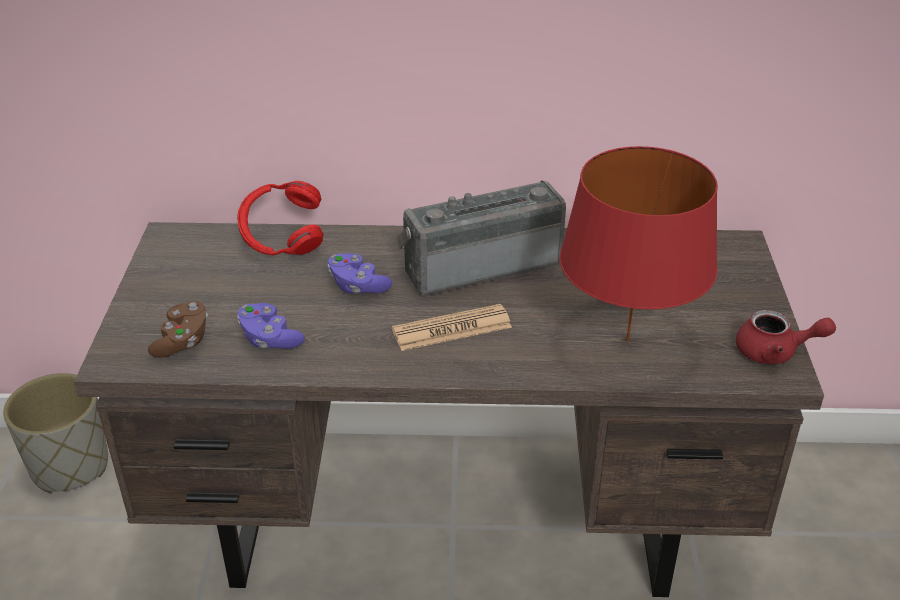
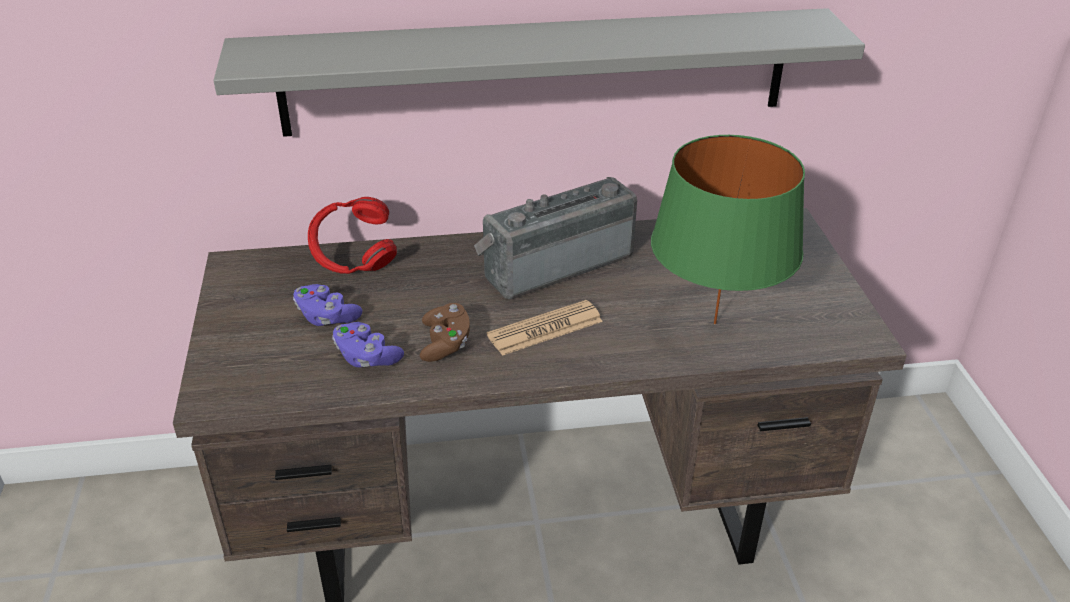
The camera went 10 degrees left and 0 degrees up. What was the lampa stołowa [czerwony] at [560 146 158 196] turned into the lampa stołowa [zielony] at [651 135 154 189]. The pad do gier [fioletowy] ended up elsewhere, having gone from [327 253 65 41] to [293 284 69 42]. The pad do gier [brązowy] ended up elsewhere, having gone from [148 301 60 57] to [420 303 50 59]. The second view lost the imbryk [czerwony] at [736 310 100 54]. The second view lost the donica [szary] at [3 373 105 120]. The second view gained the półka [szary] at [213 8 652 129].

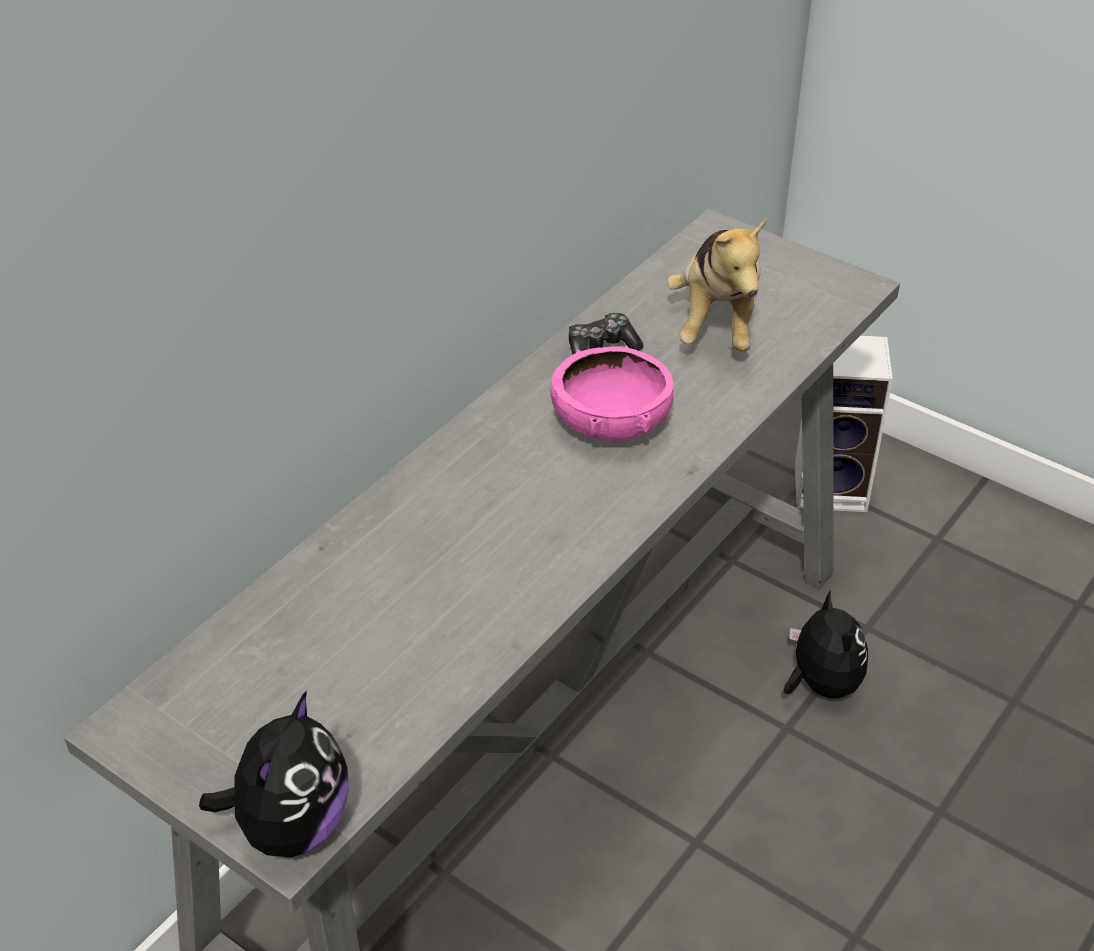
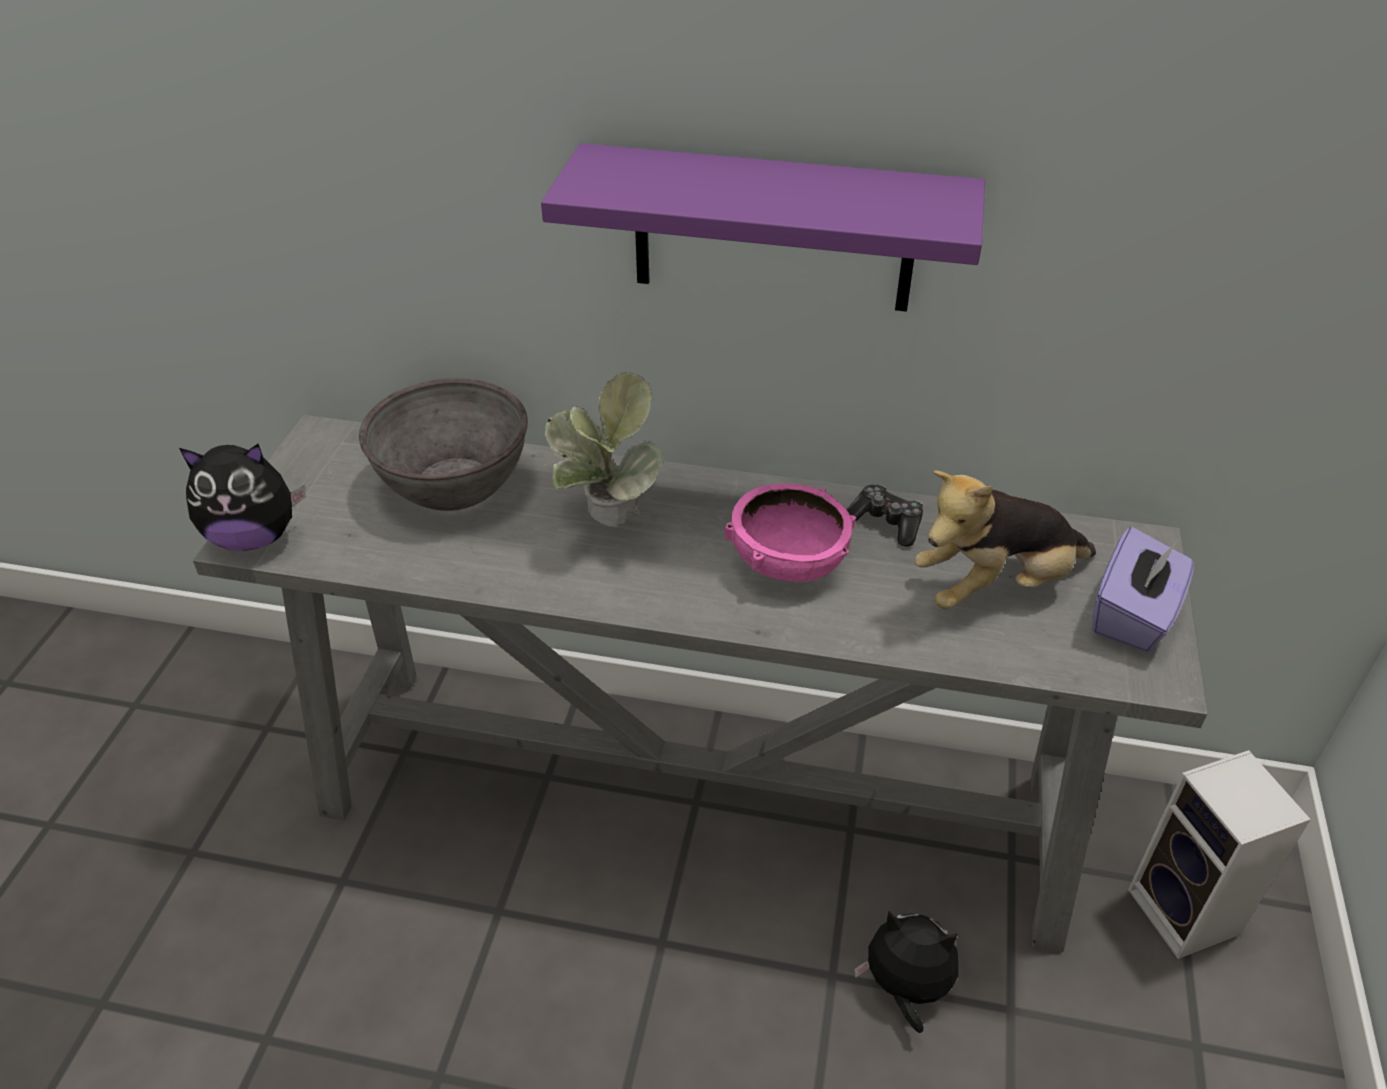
The camera went 65 degrees right and 0 degrees up. The pluszak at [784 589 84 109] ended up facing another way, 120 degrees counterclockwise from before. The second view gained the półka [fioletowy] at [541 143 444 169]. The second view gained the roślina doniczkowa at [545 372 118 155]. The second view gained the miska [szary] at [359 378 169 133]. The second view gained the pudełko chusteczek [fioletowy] at [1092 527 102 125].

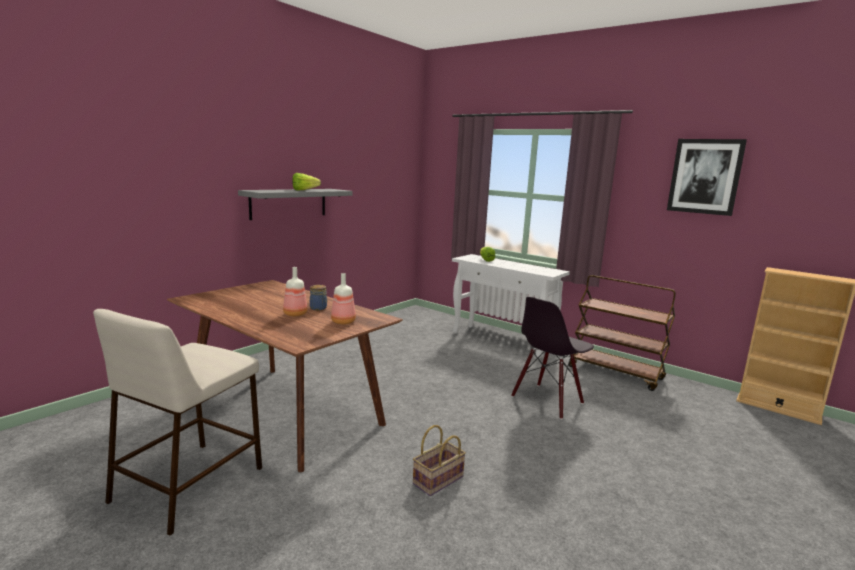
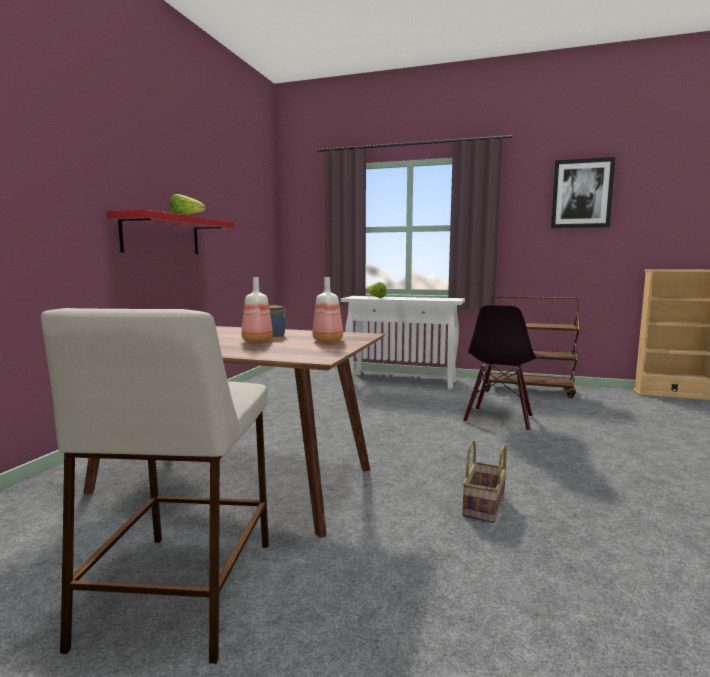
The camera went 20 degrees left and 5 degrees down. What was the półka [szary] at [238 189 115 31] turned into the półka [czerwony] at [106 209 128 45].

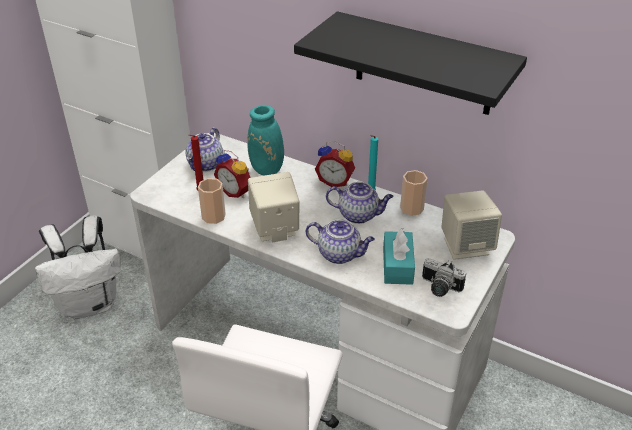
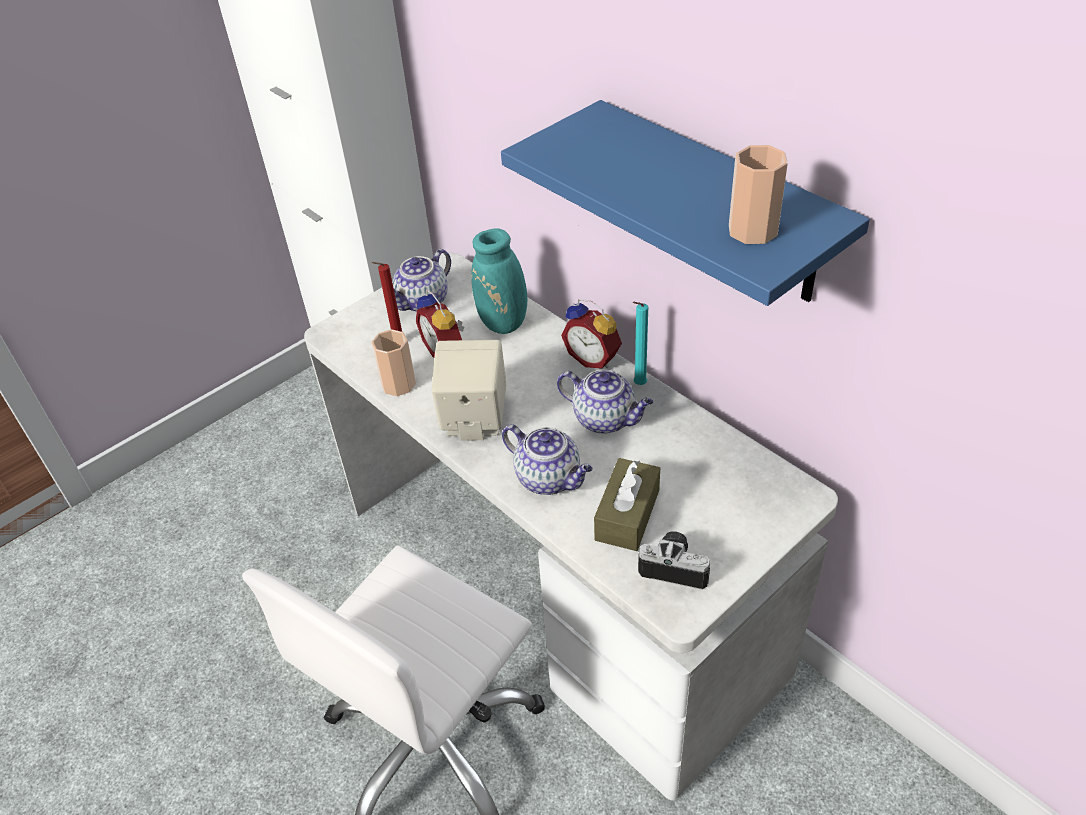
The camera went 20 degrees right and 5 degrees up. What was the półka [czarny] at [294 11 233 104] turned into the półka [niebieski] at [501 100 369 206]. The filiżanka ended up elsewhere, having gone from [400 170 28 46] to [729 145 59 99]. The second view lost the głośnik [beżowy] at [442 190 60 70]. The second view lost the plecak [biały] at [35 216 86 103]. What was the pudełko chusteczek [turkusowy] at [383 228 32 57] turned into the pudełko chusteczek [brązowy] at [594 458 66 93]. The aparat fotograficzny at [422 258 44 39] ended up facing another way, 150 degrees clockwise from before.

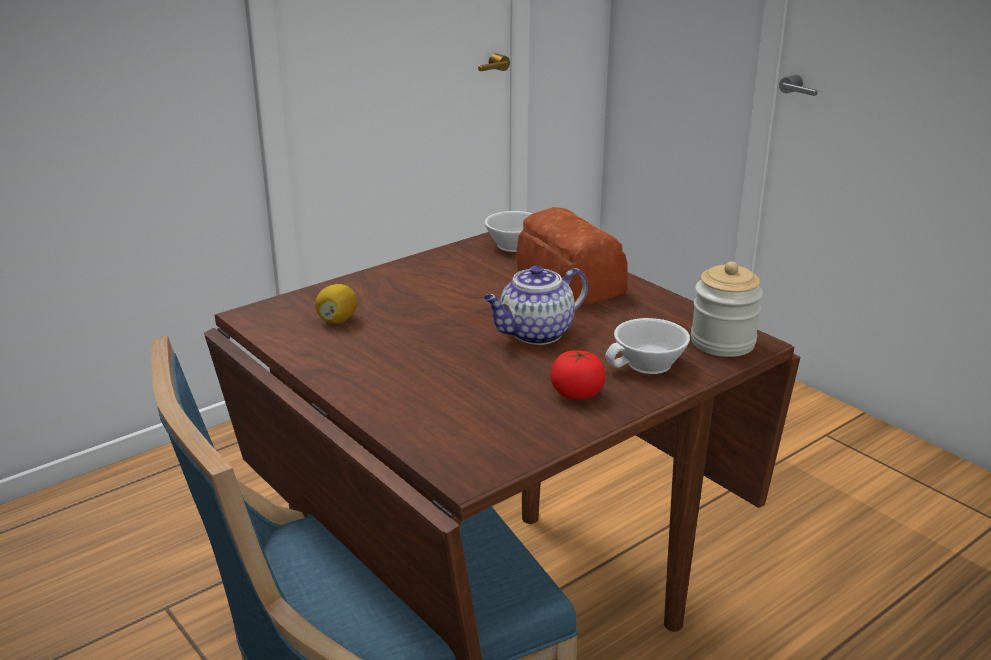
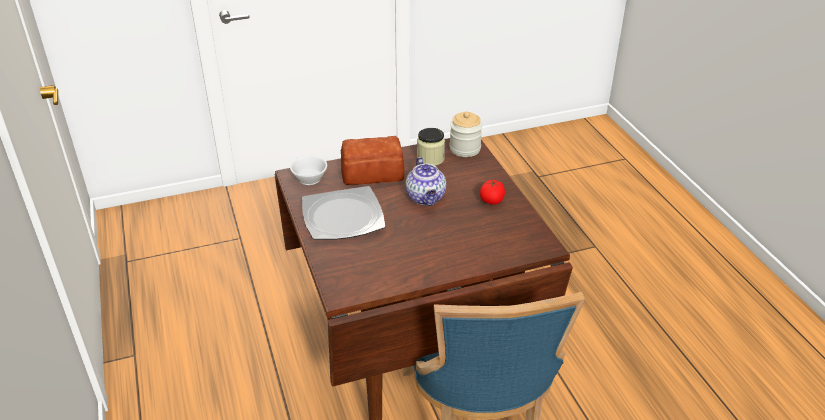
The camera went 70 degrees left and 10 degrees up. The second view lost the cytryna at [315 284 43 40]. The second view lost the filiżanka [biały] at [605 318 85 56]. The second view gained the słoik at [417 128 28 38]. The second view gained the talerz at [302 186 83 54].

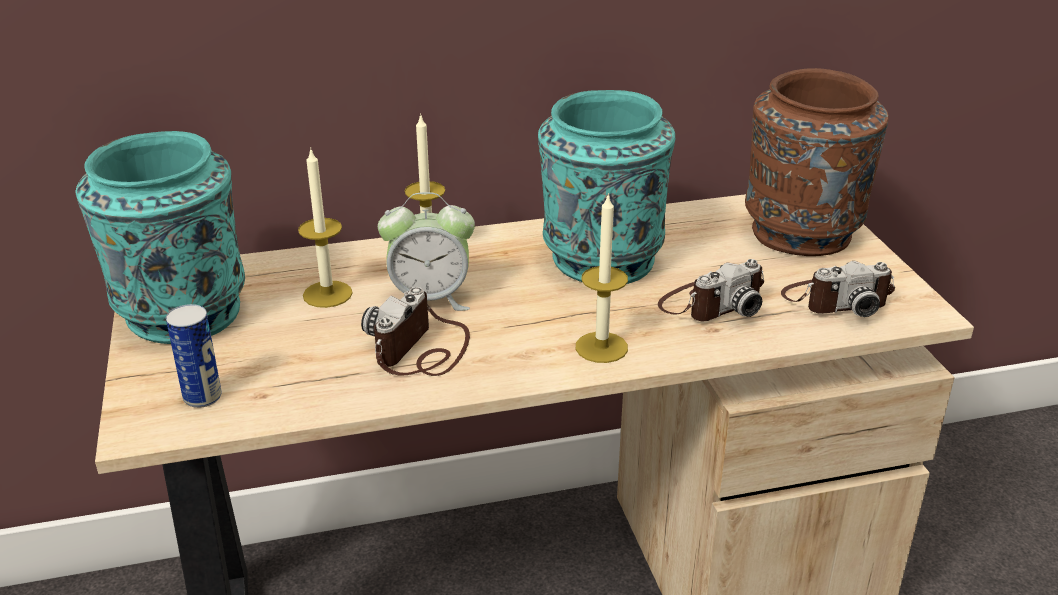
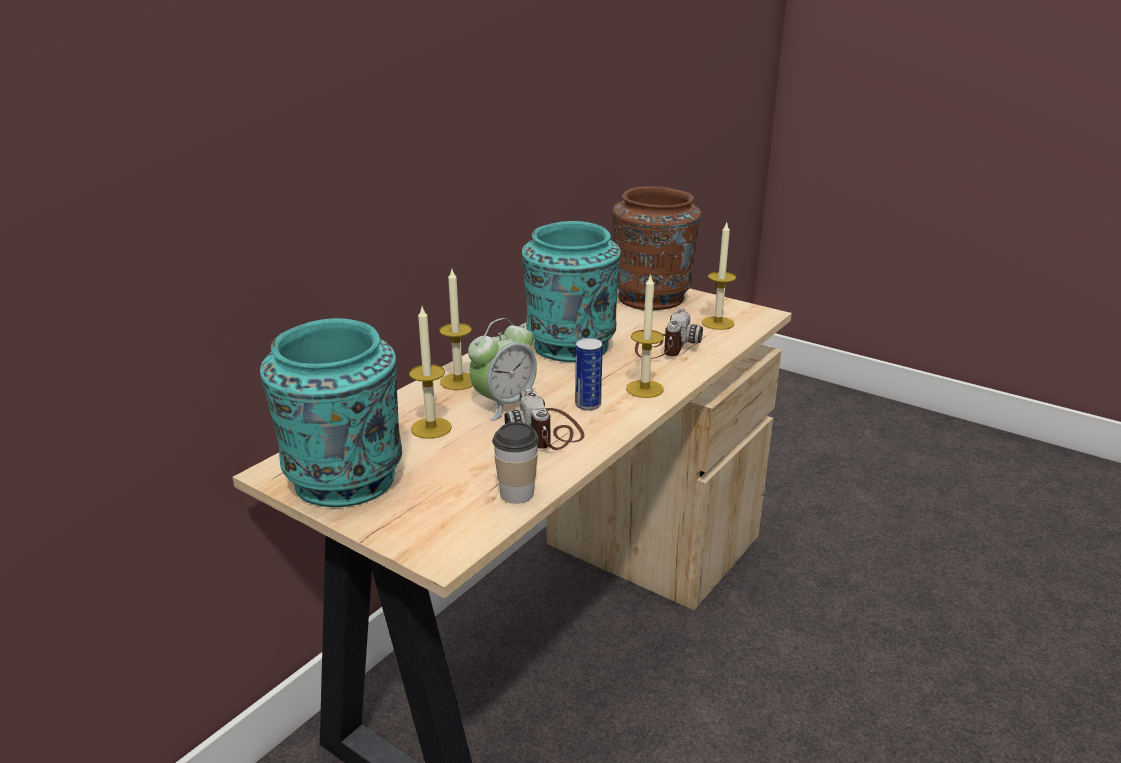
The camera went 40 degrees left and 5 degrees down. Where the aparat fotograficzny stood at [781 261 114 56], the świeca came to stand at [702 223 34 107]. The puszka ended up elsewhere, having gone from [166 304 56 104] to [575 338 28 73]. The second view gained the filiżanka at [492 422 47 82].

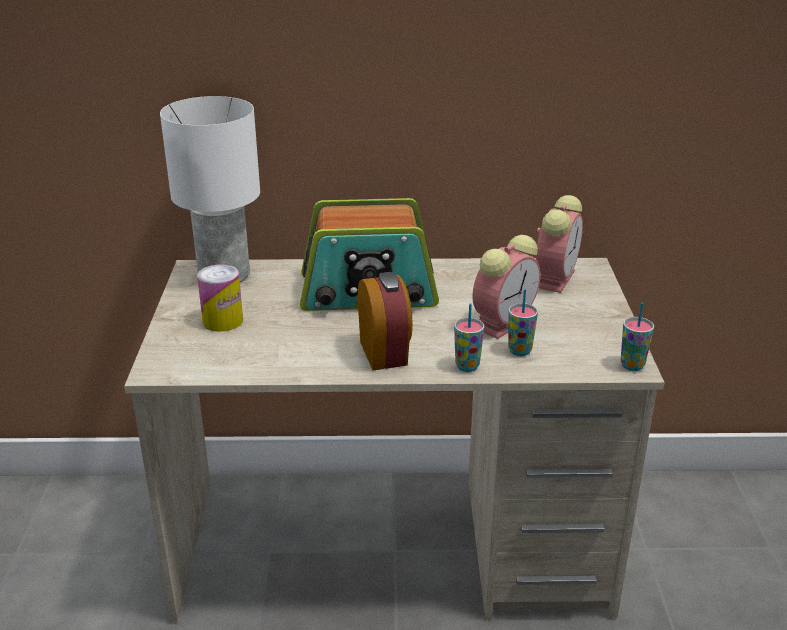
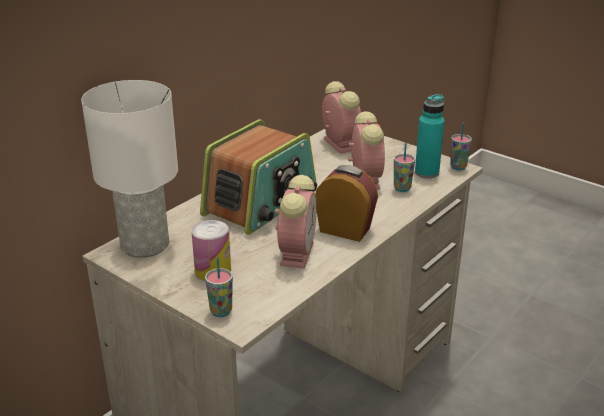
The camera went 50 degrees left and 0 degrees up. The filiżanka ended up elsewhere, having gone from [454 303 30 69] to [205 257 28 60]. The second view gained the butelka [turkusowy] at [415 94 30 84]. The second view gained the budzik at [275 175 42 94].

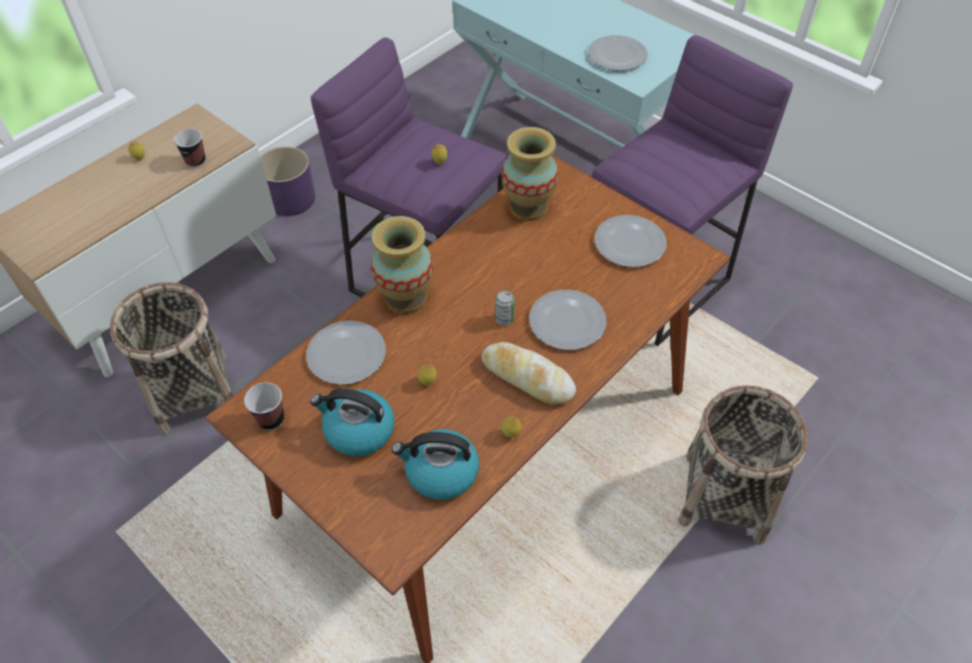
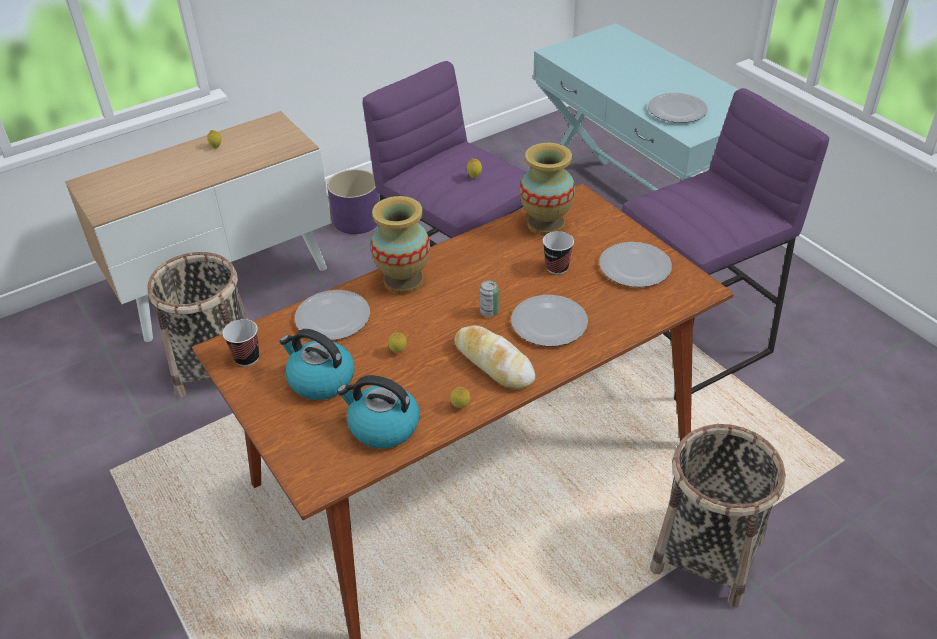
The camera went 15 degrees right and 10 degrees down. The filiżanka ended up elsewhere, having gone from [174 129 32 39] to [543 231 31 44].

